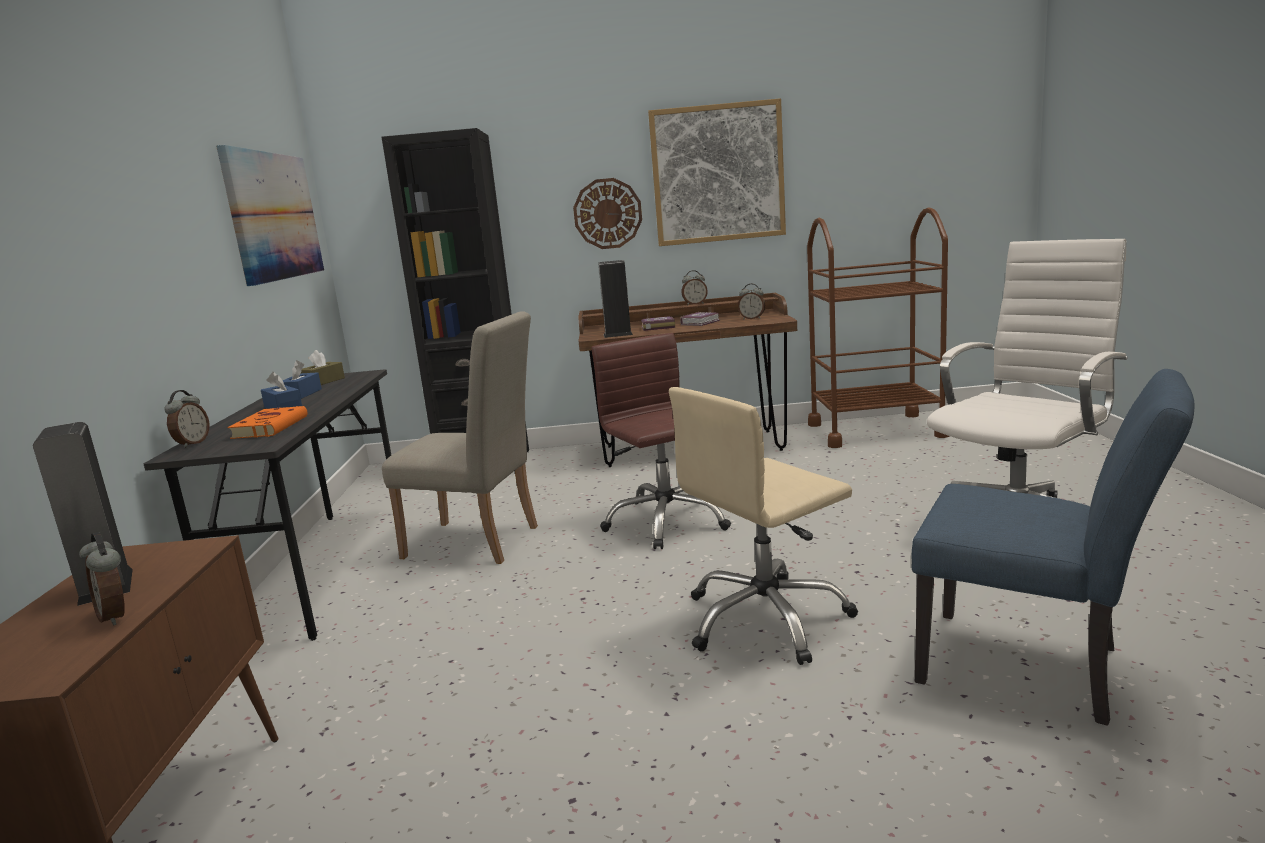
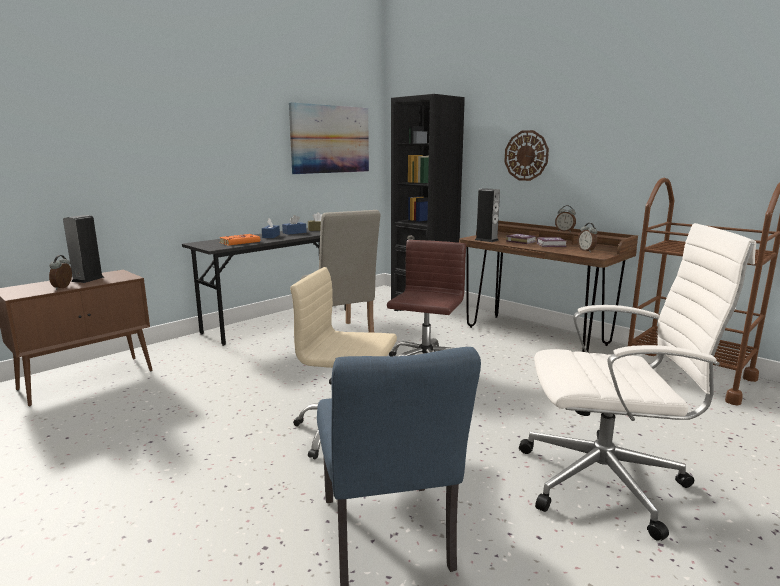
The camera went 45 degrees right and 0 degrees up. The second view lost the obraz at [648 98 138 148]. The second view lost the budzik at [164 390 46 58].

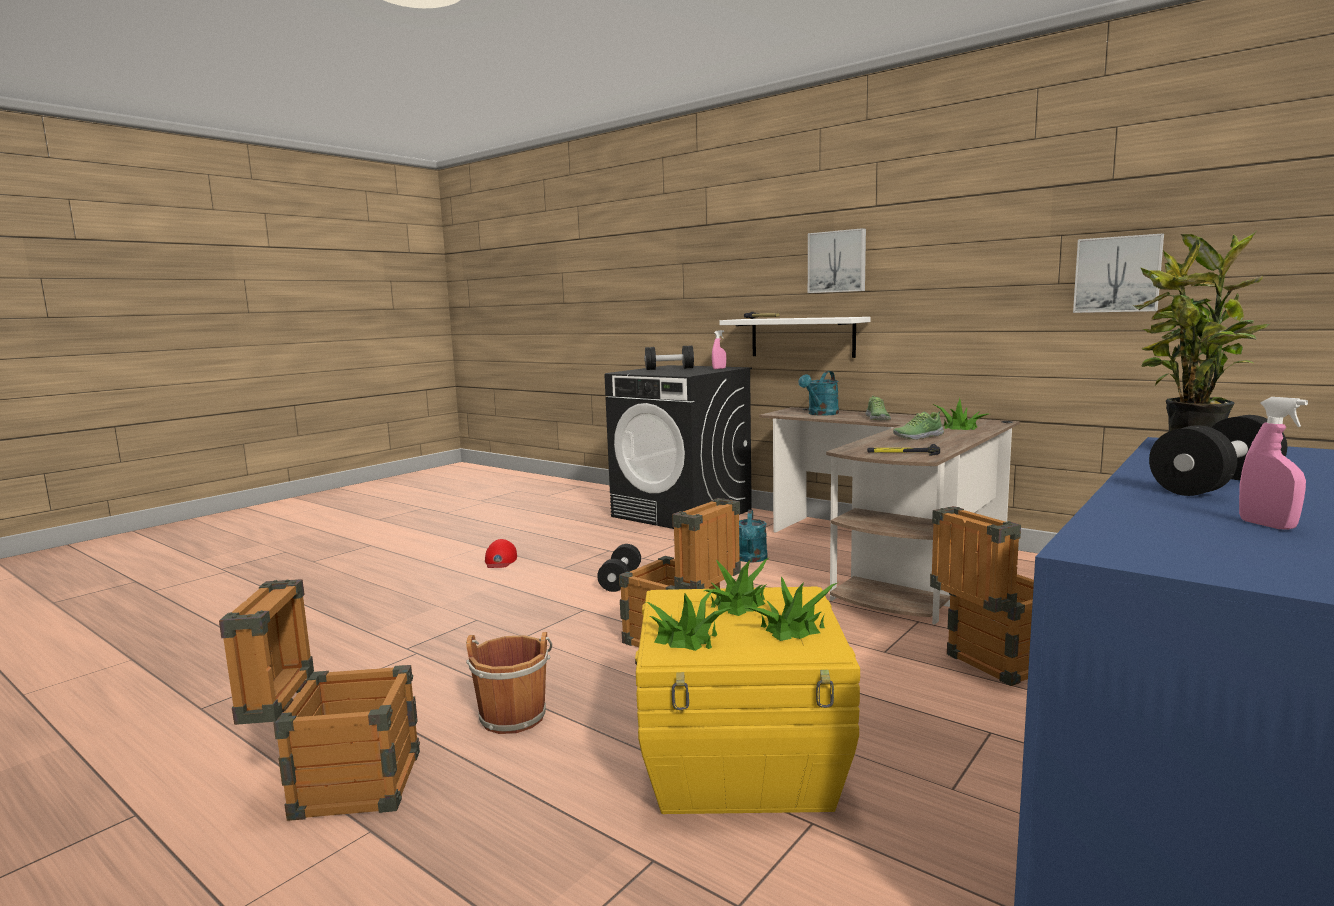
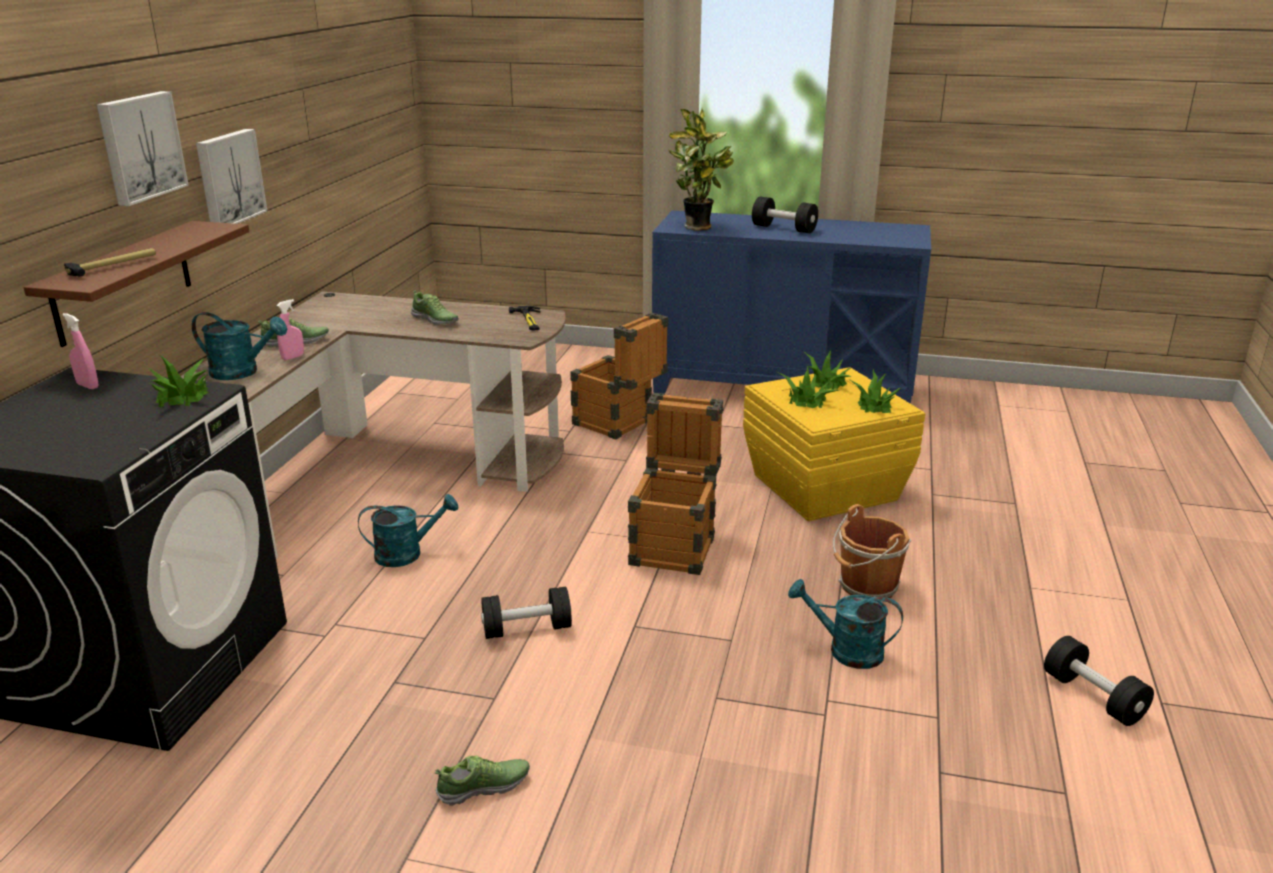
The camera went 115 degrees left and 15 degrees up. The obraz ended up elsewhere, having gone from [1073 233 91 80] to [196 129 71 95]. What was the półka [biały] at [720 317 151 41] turned into the półka [brązowy] at [24 221 225 126]. The hantel [czarny] ended up elsewhere, having gone from [644 346 50 24] to [1044 636 110 90]. The spryskiwacz [różowy] ended up elsewhere, having gone from [1239 397 69 133] to [277 299 27 61]. The roślina doniczkowa ended up elsewhere, having gone from [933 398 55 32] to [148 355 61 52]. Where the czapka z daszkiem [czerwony] stood at [485 539 32 29], the but came to stand at [435 755 95 51]. The second view lost the skrzynka at [219 579 201 242]. The second view gained the konewka [turkusowy] at [788 579 115 90].

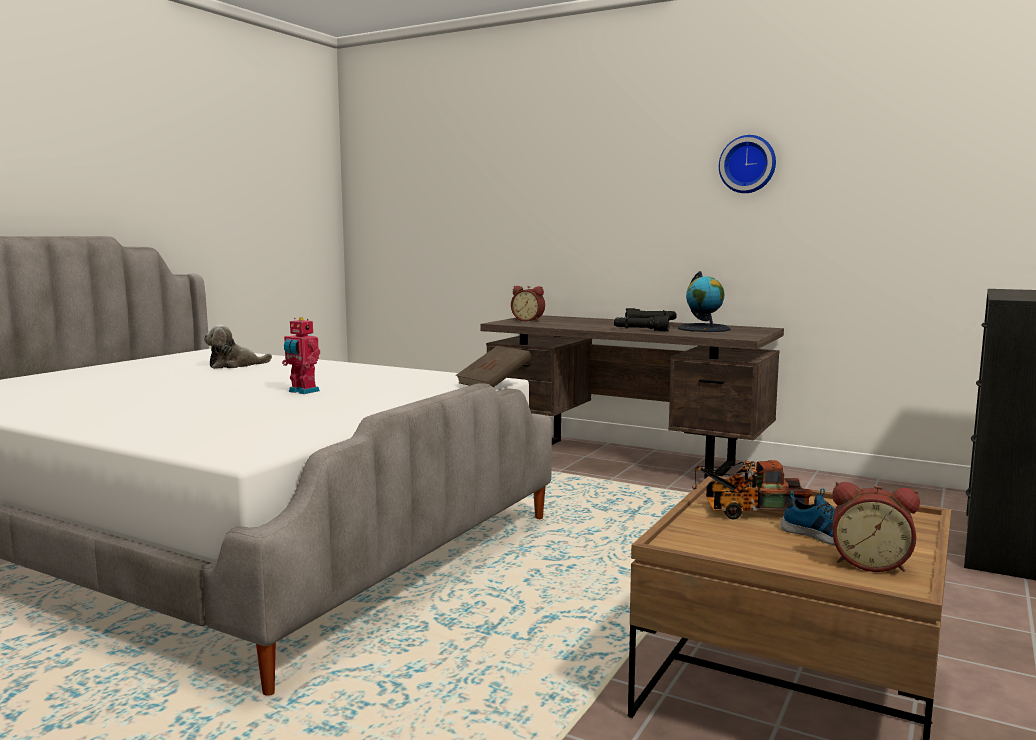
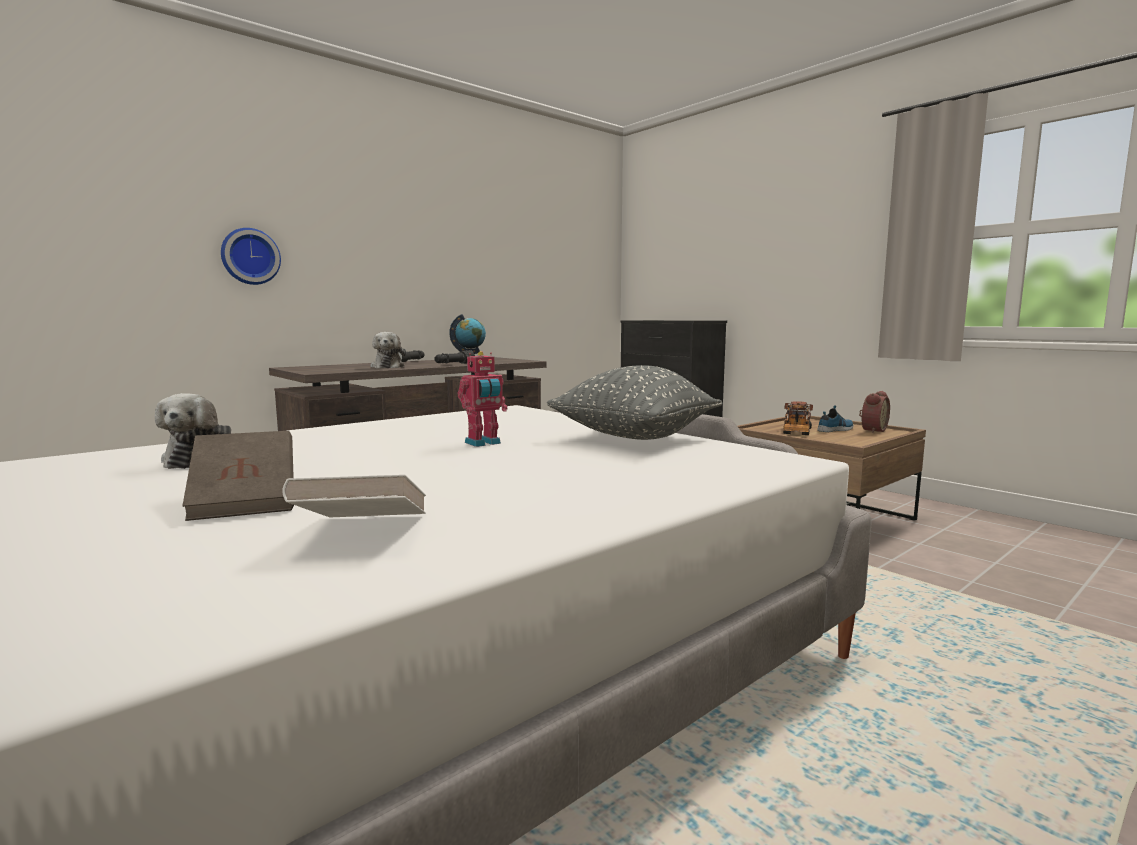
The camera went 70 degrees left and 0 degrees up. The zegar ścienny ended up elsewhere, having gone from [719 135 57 58] to [221 228 60 57]. The second view lost the budzik at [511 286 34 36]. The książka [brązowy] ended up elsewhere, having gone from [456 346 75 41] to [182 431 112 90]. The second view gained the pluszak at [370 332 36 36]. The second view gained the poduszka [szary] at [547 365 176 75]. The second view gained the książka [biały] at [282 474 144 43].

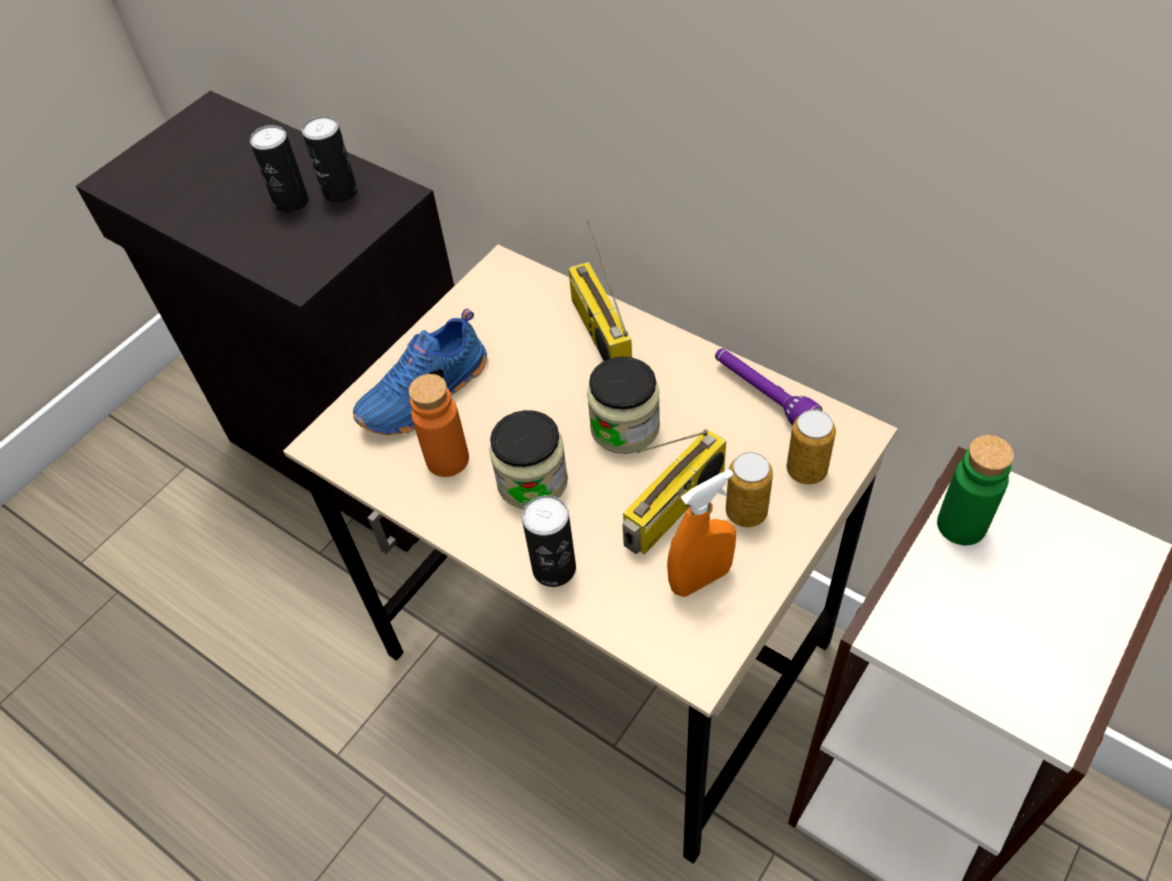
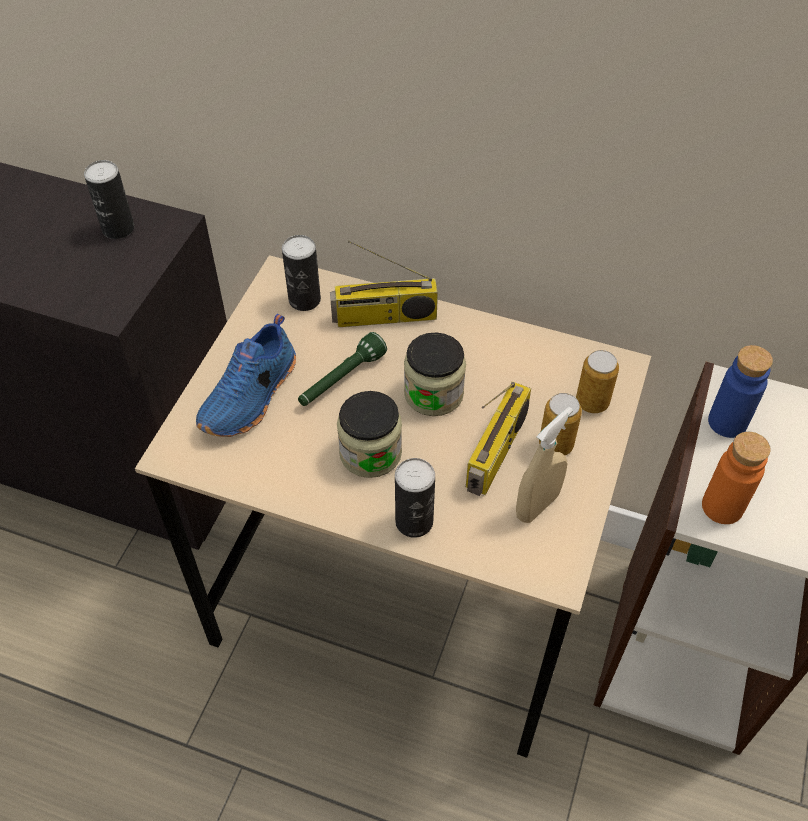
The camera went 20 degrees left and 0 degrees up. The puszka ended up elsewhere, having gone from [250 125 59 88] to [282 235 39 76]. The radio at [568 221 64 140] ended up facing another way, 60 degrees counterclockwise from before. The second view lost the latarka [fioletowy] at [715 348 107 77]. The butelka [pomarańczowy] ended up elsewhere, having gone from [409 374 60 103] to [702 432 69 92]. What was the butelka [zielony] at [937 435 77 110] turned into the butelka [niebieski] at [708 345 65 93]. What was the spryskiwacz [pomarańczowy] at [667 469 69 128] turned into the spryskiwacz [beżowy] at [516 407 57 116]. The second view gained the latarka [zielony] at [298 332 89 74].

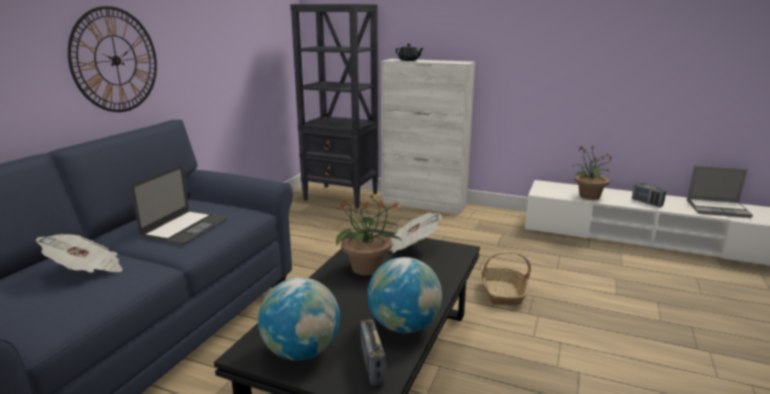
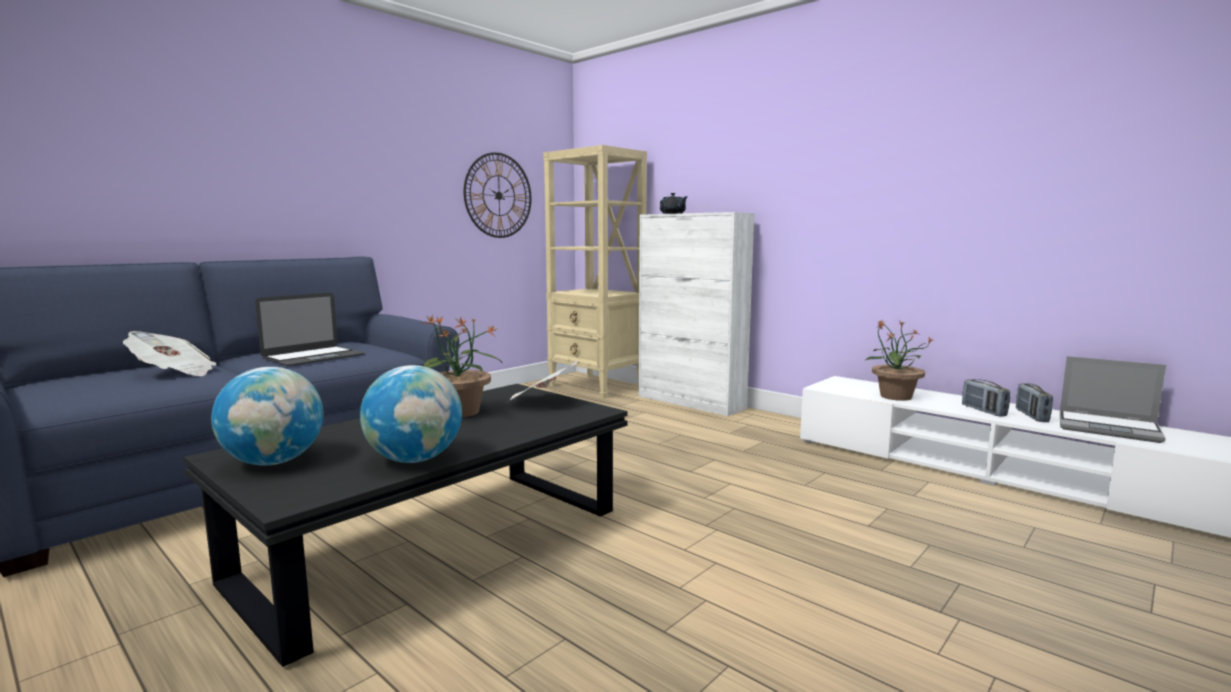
The camera went 20 degrees right and 10 degrees down. What was the regał [czarny] at [290 4 88 205] turned into the regał [beżowy] at [543 145 104 254]. The zegar ścienny ended up elsewhere, having gone from [68 6 89 106] to [464 152 68 86]. The second view lost the koszyk at [481 251 50 54]. The radio ended up elsewhere, having gone from [360 319 26 67] to [1016 383 37 39].

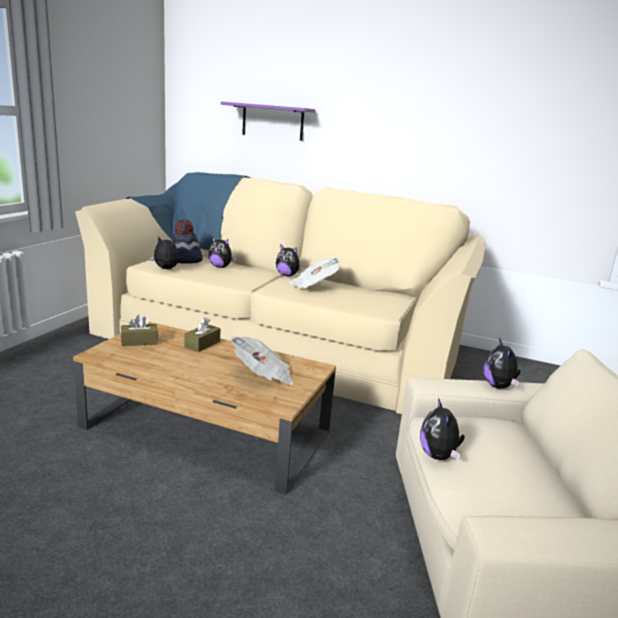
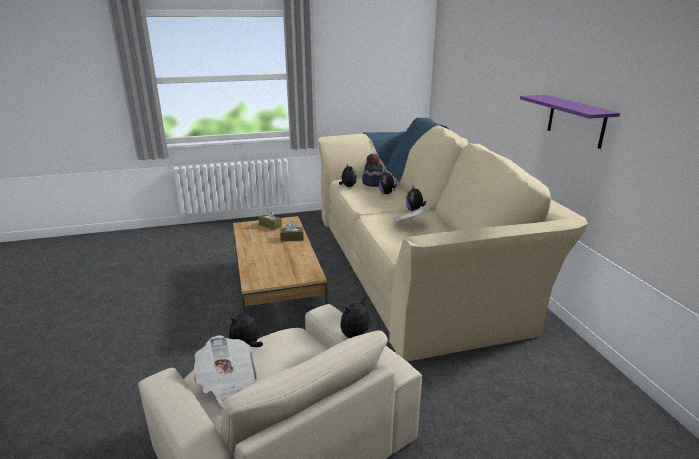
The camera went 55 degrees right and 5 degrees up. The półka [fioletowy] ended up elsewhere, having gone from [221 102 94 39] to [520 95 100 54]. The gazeta ended up elsewhere, having gone from [231 337 63 48] to [194 335 64 73].

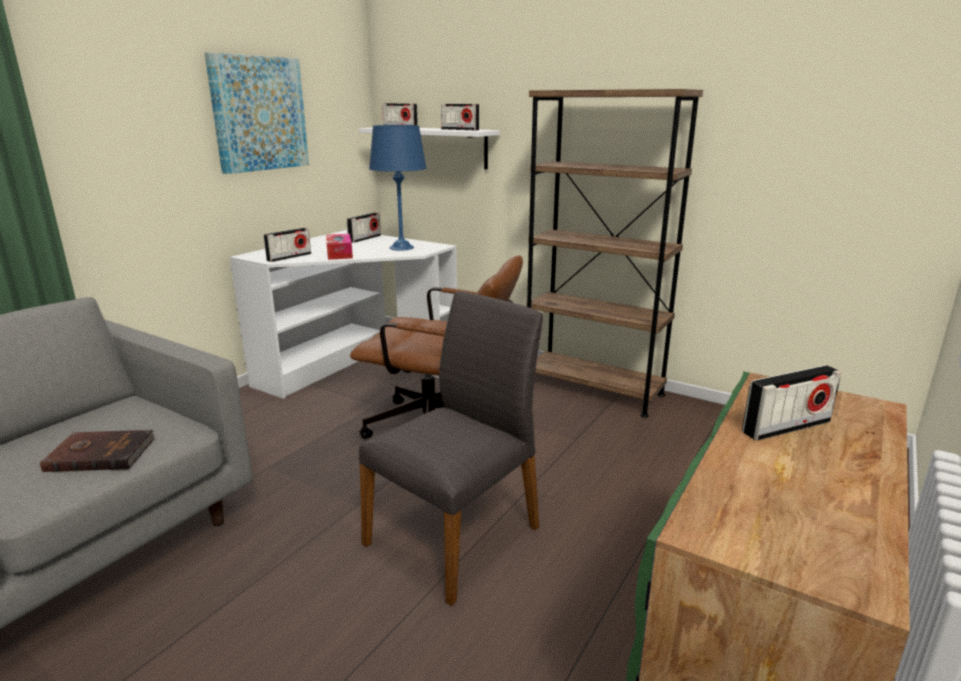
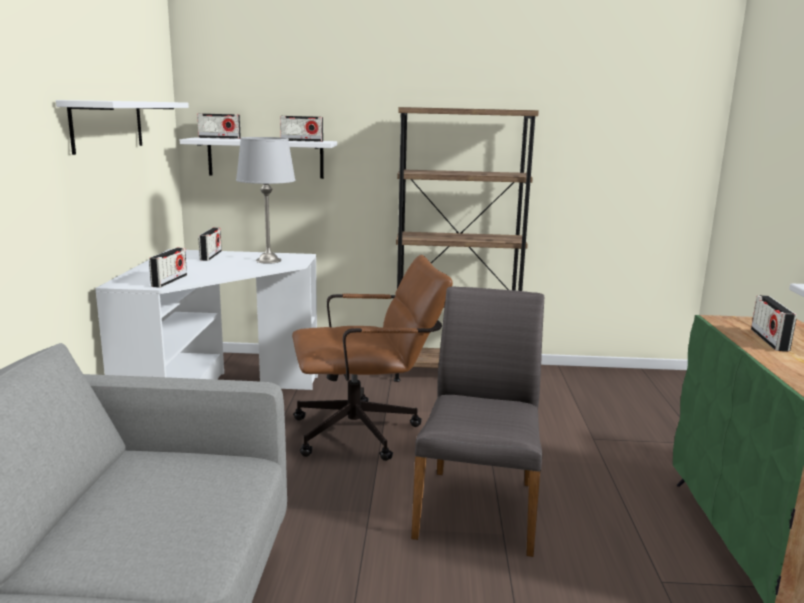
The camera went 30 degrees left and 5 degrees down. Where the obraz hung at [205 52 104 122], the półka [biały] came to hang at [56 100 133 55]. What was the lampa stołowa [niebieski] at [369 125 58 126] turned into the lampa stołowa [szary] at [236 137 60 127]. The second view lost the pudełko chusteczek at [326 234 27 26]. The radio at [742 365 100 76] ended up facing another way, 150 degrees clockwise from before. The second view lost the książka [brązowy] at [40 430 116 42].

